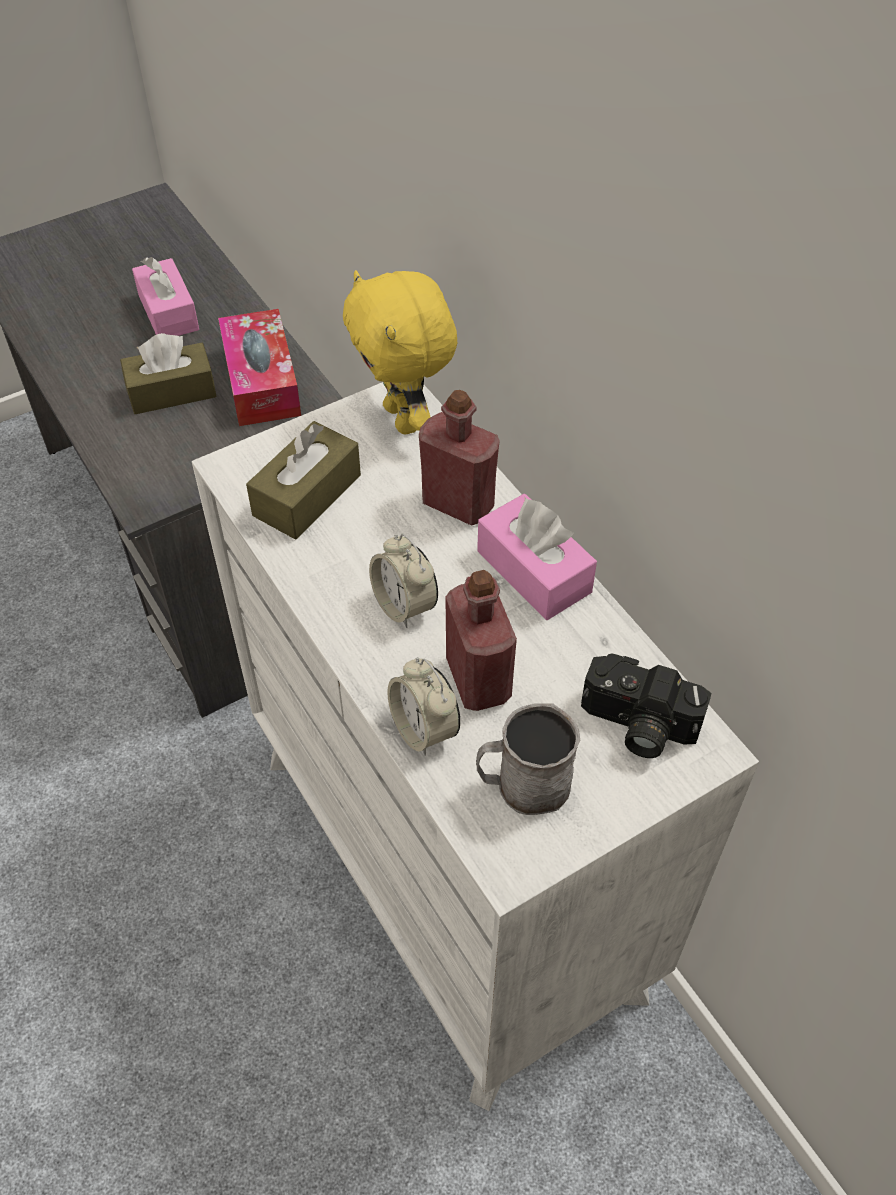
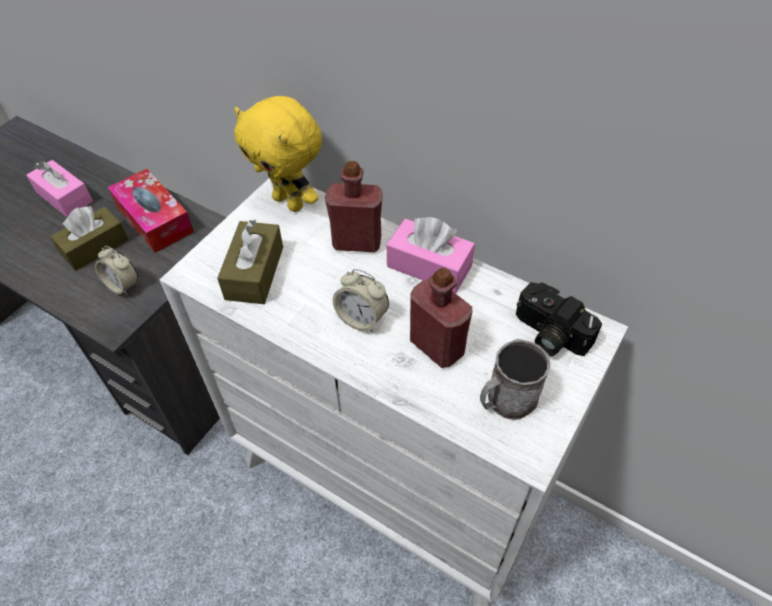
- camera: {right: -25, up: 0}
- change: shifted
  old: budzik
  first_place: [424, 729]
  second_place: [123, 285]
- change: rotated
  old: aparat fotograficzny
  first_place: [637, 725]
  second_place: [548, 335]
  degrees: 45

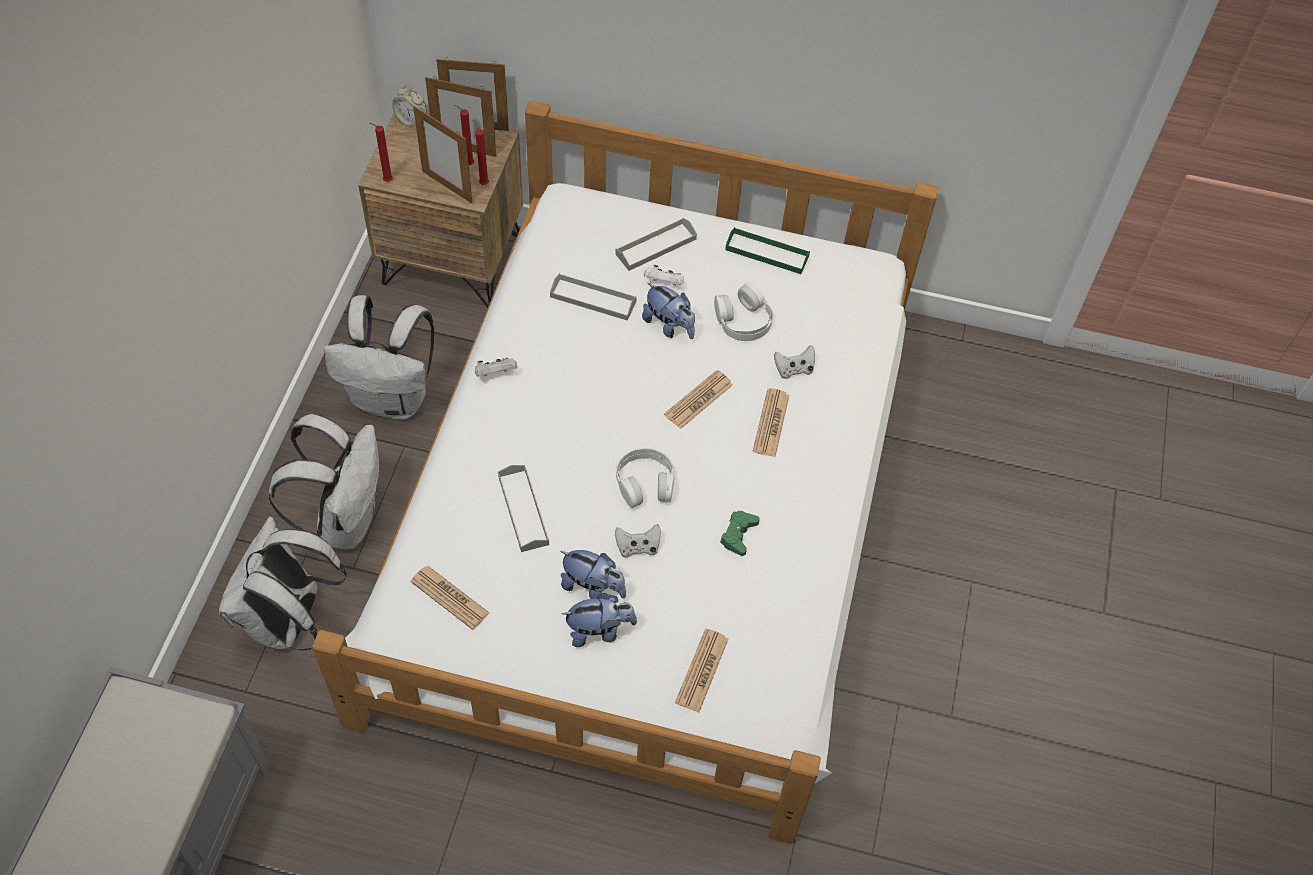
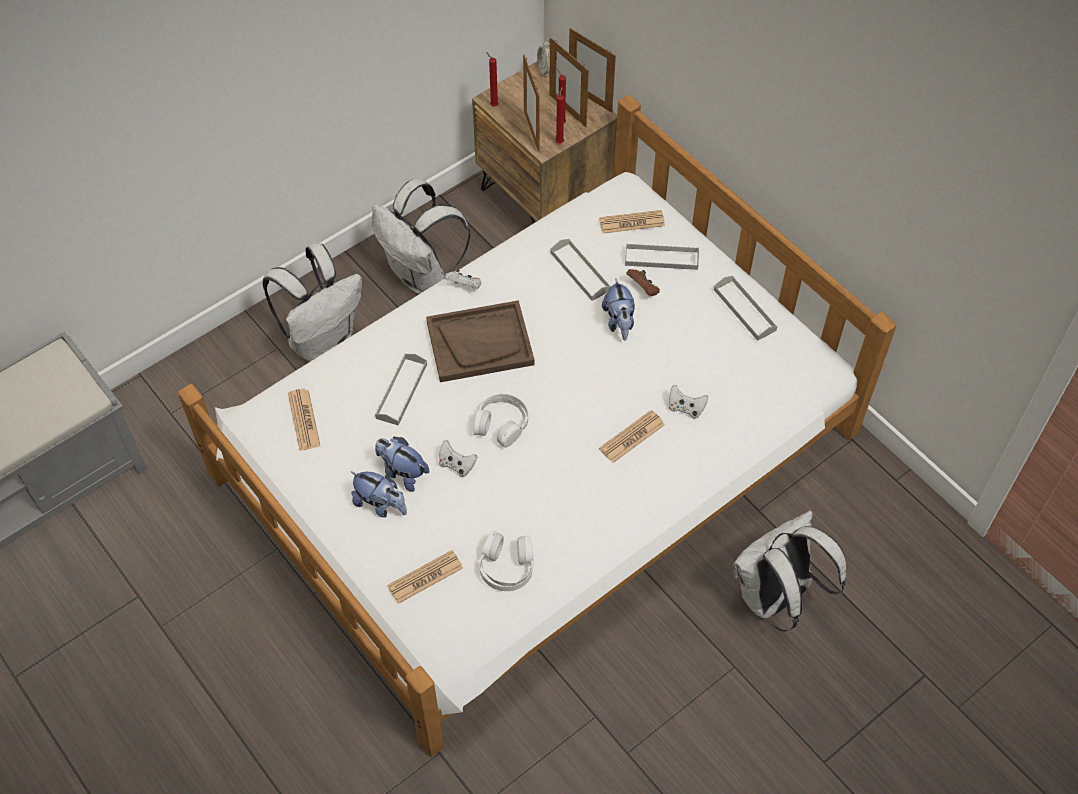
- camera: {right: 40, up: 0}
- change: gone
  old: pad do gier (zielony)
  first_place: [738, 535]
- change: new
  new: taca (brązowy)
  second_place: [480, 343]
- change: shifted
  old: plecak (biały)
  first_place: [290, 621]
  second_place: [775, 598]
- change: shifted
  old: gazeta
  first_place: [698, 400]
  second_place: [632, 222]
- change: shifted
  old: słuchawki (biały)
  first_place: [743, 320]
  second_place: [507, 566]
- change: repainted
  old: pad do gier (biały)
  new: pad do gier (brązowy)
  first_place: [664, 283]
  second_place: [643, 289]
- change: repainted
  old: taca (zielony)
  new: taca (szary)
  first_place: [767, 253]
  second_place: [744, 310]
- change: rotated
  old: pluszak
  first_place: [593, 587]
  second_place: [402, 472]
  degrees: 150

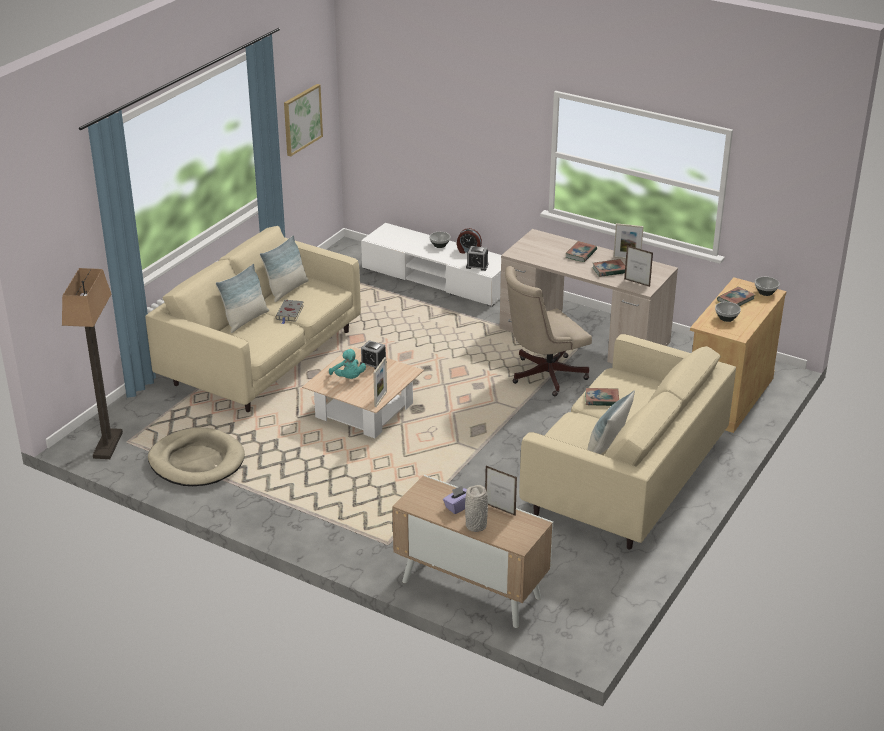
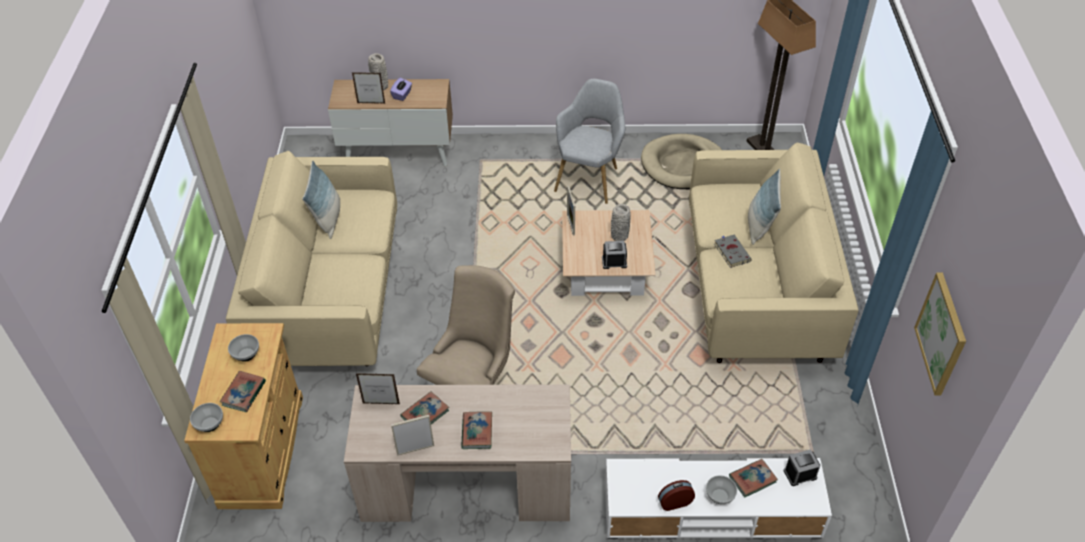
- camera: {right: 150, up: 15}
- change: gone
  old: poduszka
  first_place: [287, 290]
- change: new
  new: fotel (szary)
  second_place: [590, 177]
- change: shifted
  old: budzik
  first_place: [477, 266]
  second_place: [800, 474]
- change: shifted
  old: książka
  first_place: [601, 399]
  second_place: [752, 479]
- change: swapped
  old: pluszak (turkusowy)
  new: wazon (szary)
  first_place: [348, 378]
  second_place: [619, 235]

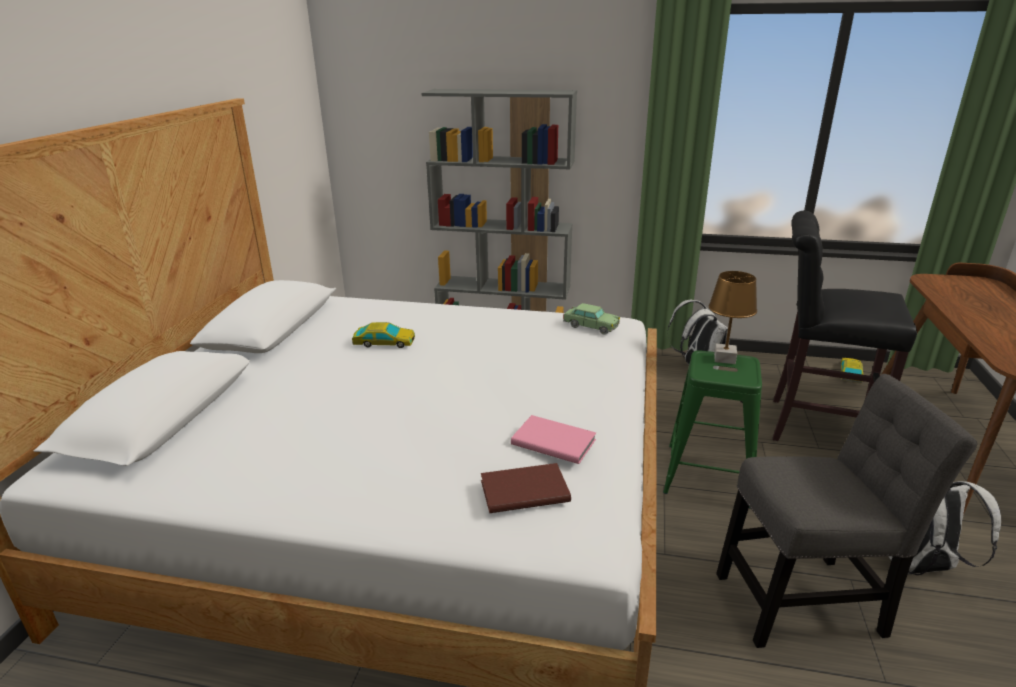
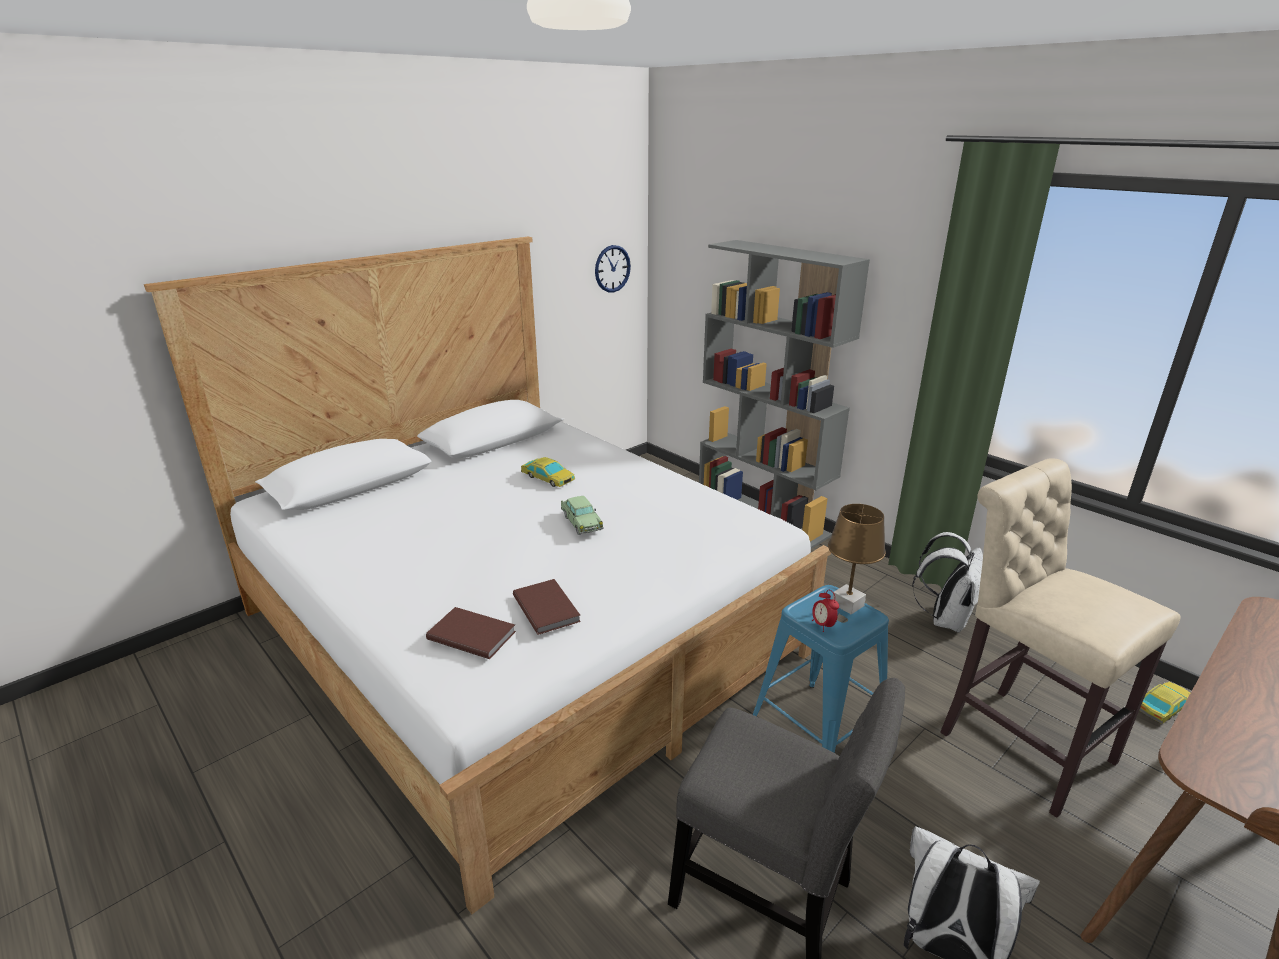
- camera: {right: 35, up: 0}
- change: new
  new: zegar ścienny
  second_place: [612, 268]
- change: new
  new: budzik
  second_place: [823, 625]
- change: shifted
  old: samochodzik
  first_place: [591, 326]
  second_place: [581, 522]
- change: repainted
  old: książka (różowy)
  new: książka (brązowy)
  first_place: [553, 441]
  second_place: [547, 608]
- change: repainted
  old: stołek (zielony)
  new: stołek (niebieski)
  first_place: [707, 475]
  second_place: [816, 731]
- change: repainted
  old: stołek (czarny)
  new: stołek (beżowy)
  first_place: [813, 426]
  second_place: [1018, 742]

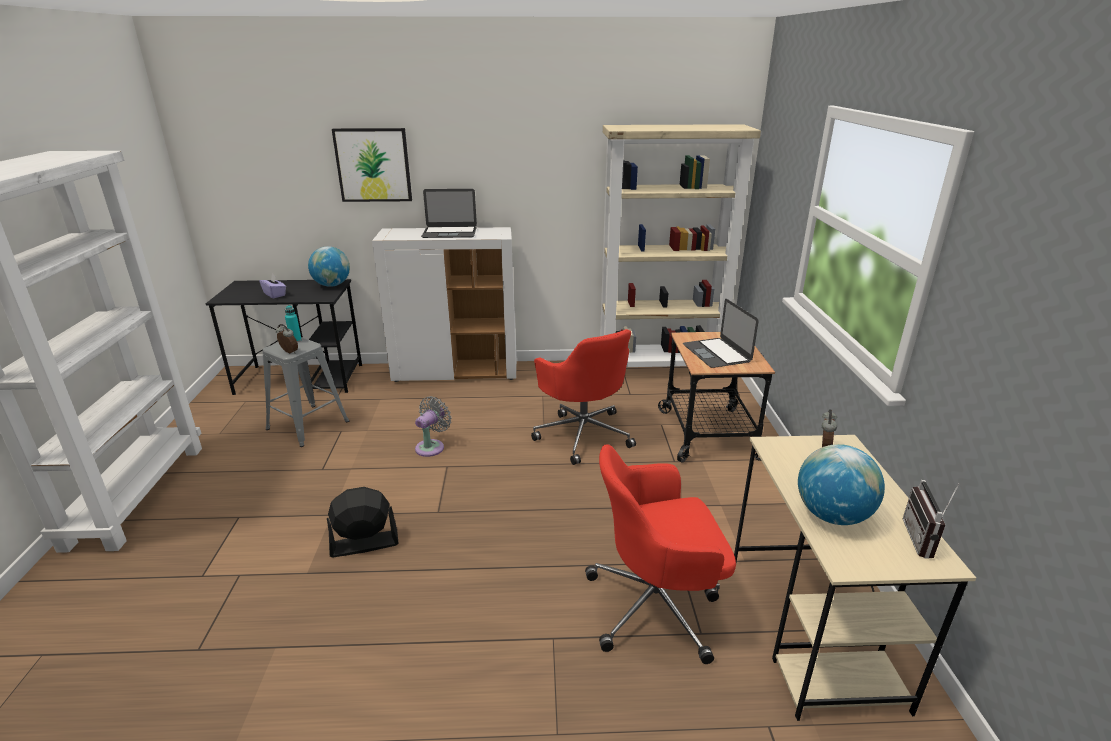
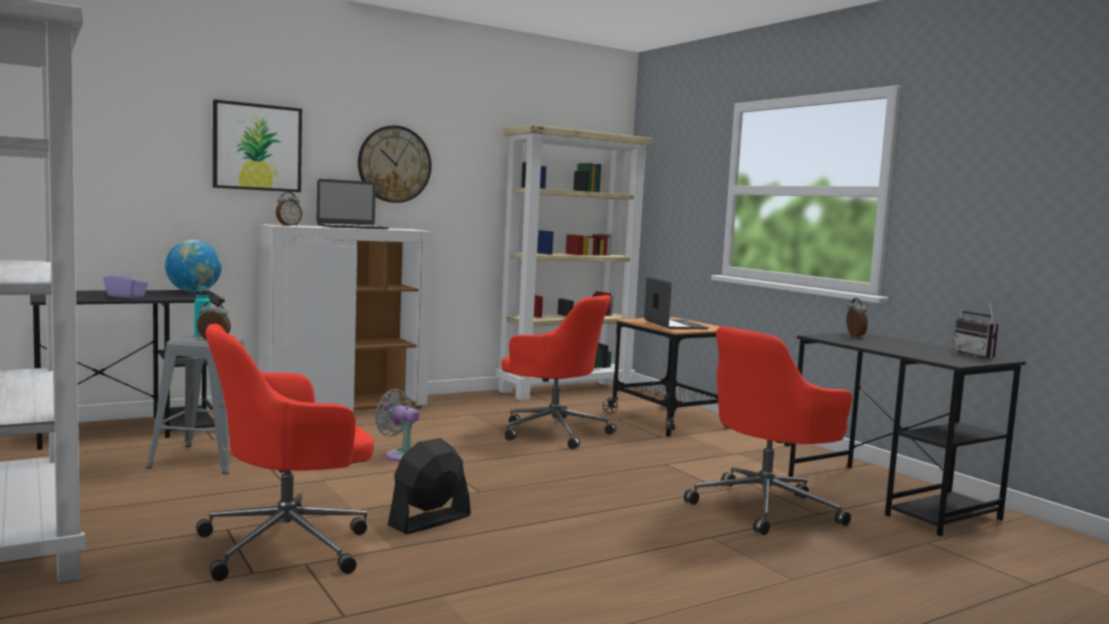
- camera: {right: -30, up: -20}
- change: gone
  old: globus
  first_place: [832, 515]
- change: new
  new: krzesło biurowe (czerwony)
  second_place: [289, 545]
- change: new
  new: budzik
  second_place: [288, 225]
- change: new
  new: zegar ścienny
  second_place: [394, 164]
- change: repainted
  old: biurko (beżowy)
  new: biurko (czarny)
  first_place: [812, 629]
  second_place: [891, 498]
- change: rotated
  old: wentylator (szary)
  first_place: [432, 446]
  second_place: [400, 455]
  degrees: -60
- change: rotated
  old: laptop
  first_place: [716, 353]
  second_place: [675, 325]
  degrees: -150

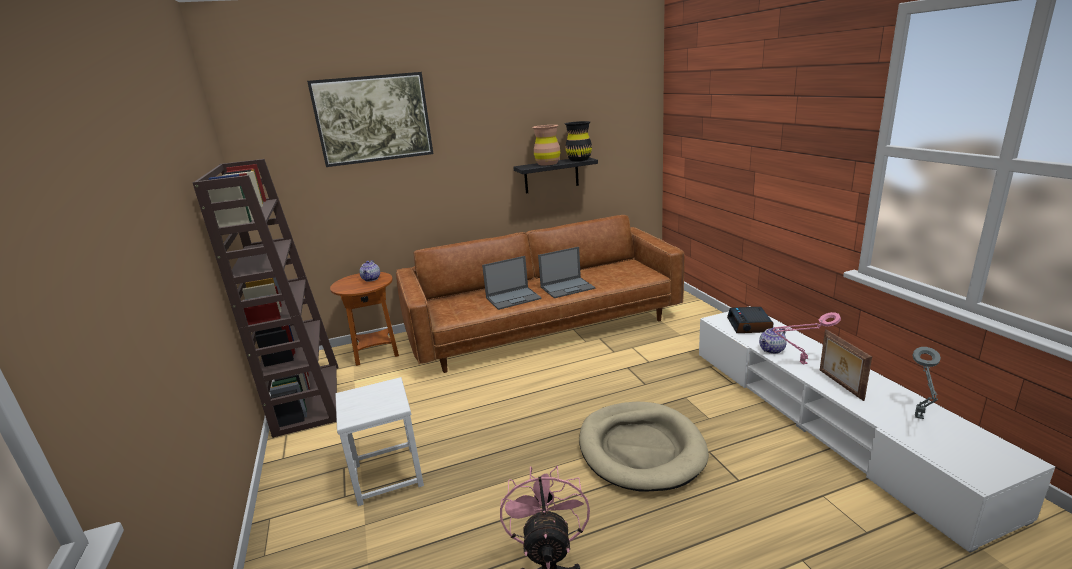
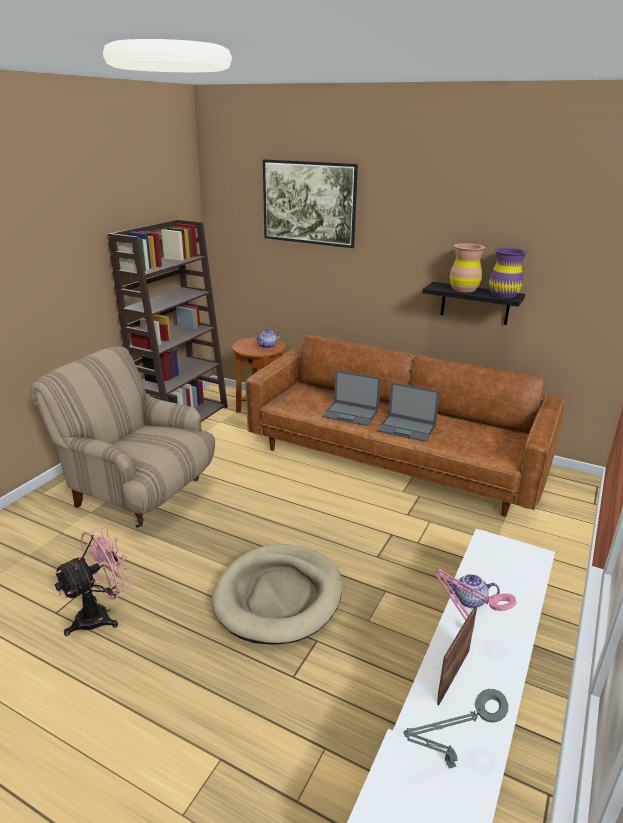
- camera: {right: 45, up: 5}
- change: gone
  old: budzik
  first_place: [749, 325]
- change: swapped
  old: stołek (biały)
  new: fotel (beżowy)
  first_place: [387, 475]
  second_place: [139, 493]
- change: repainted
  old: wazon (czarny)
  new: wazon (fioletowy)
  first_place: [579, 159]
  second_place: [503, 295]

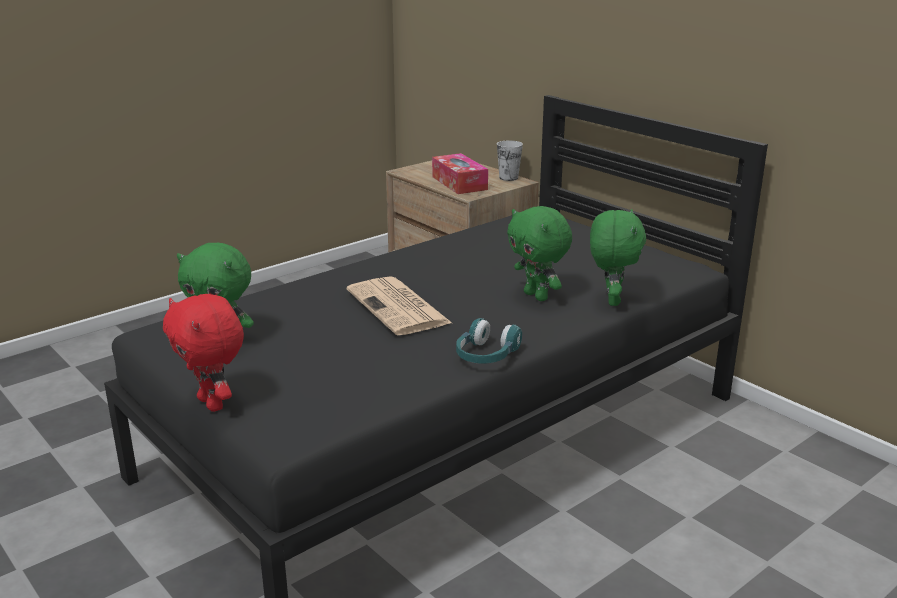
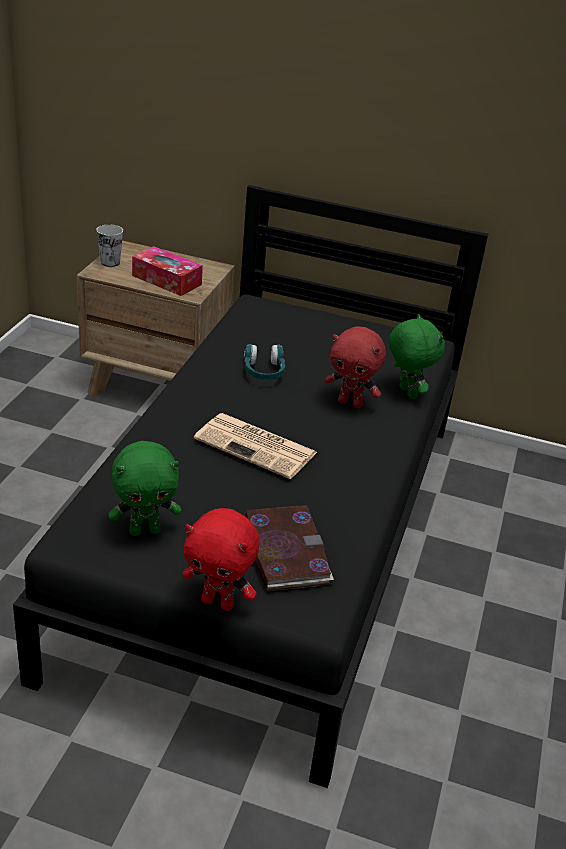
- camera: {right: -35, up: 10}
- change: new
  new: książka
  second_place: [285, 551]
- change: shifted
  old: słuchawki (turkusowy)
  first_place: [486, 356]
  second_place: [263, 372]
- change: shifted
  old: filiżanka
  first_place: [508, 178]
  second_place: [110, 262]
- change: repainted
  old: pluszak (zielony)
  new: pluszak (czerwony)
  first_place: [537, 296]
  second_place: [351, 403]

